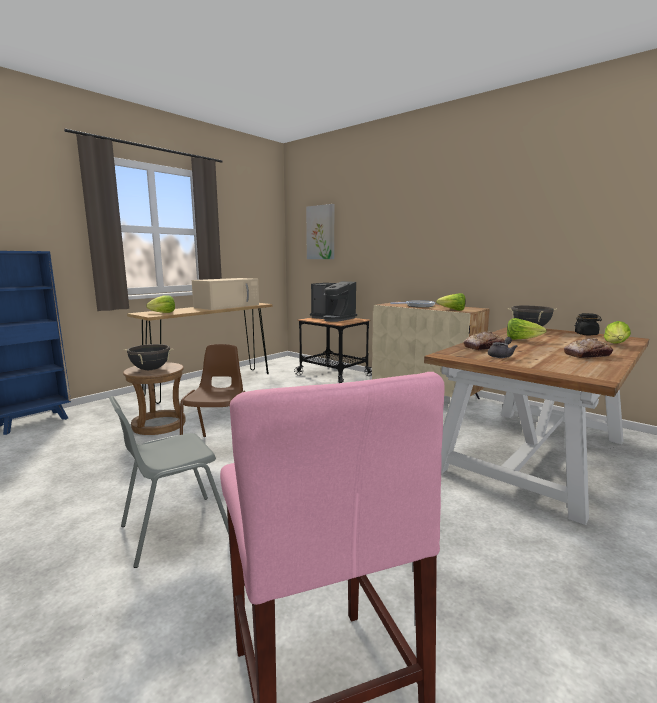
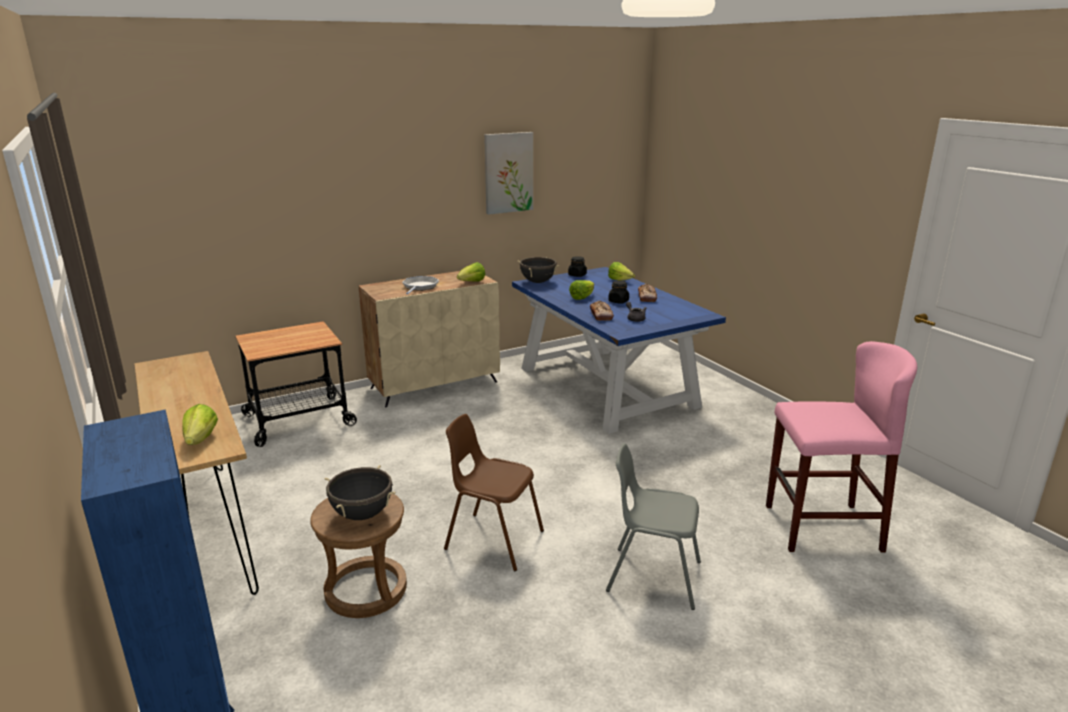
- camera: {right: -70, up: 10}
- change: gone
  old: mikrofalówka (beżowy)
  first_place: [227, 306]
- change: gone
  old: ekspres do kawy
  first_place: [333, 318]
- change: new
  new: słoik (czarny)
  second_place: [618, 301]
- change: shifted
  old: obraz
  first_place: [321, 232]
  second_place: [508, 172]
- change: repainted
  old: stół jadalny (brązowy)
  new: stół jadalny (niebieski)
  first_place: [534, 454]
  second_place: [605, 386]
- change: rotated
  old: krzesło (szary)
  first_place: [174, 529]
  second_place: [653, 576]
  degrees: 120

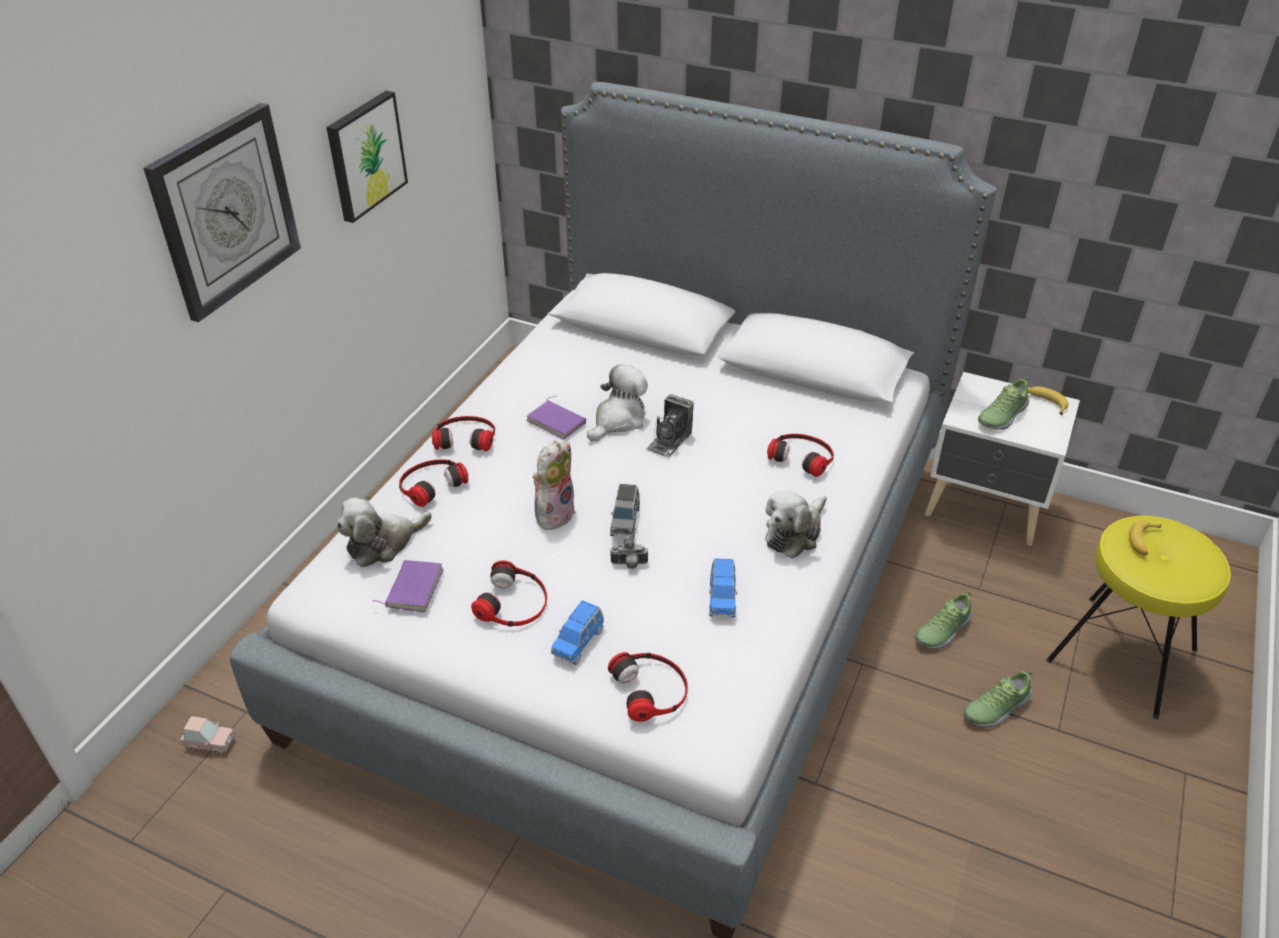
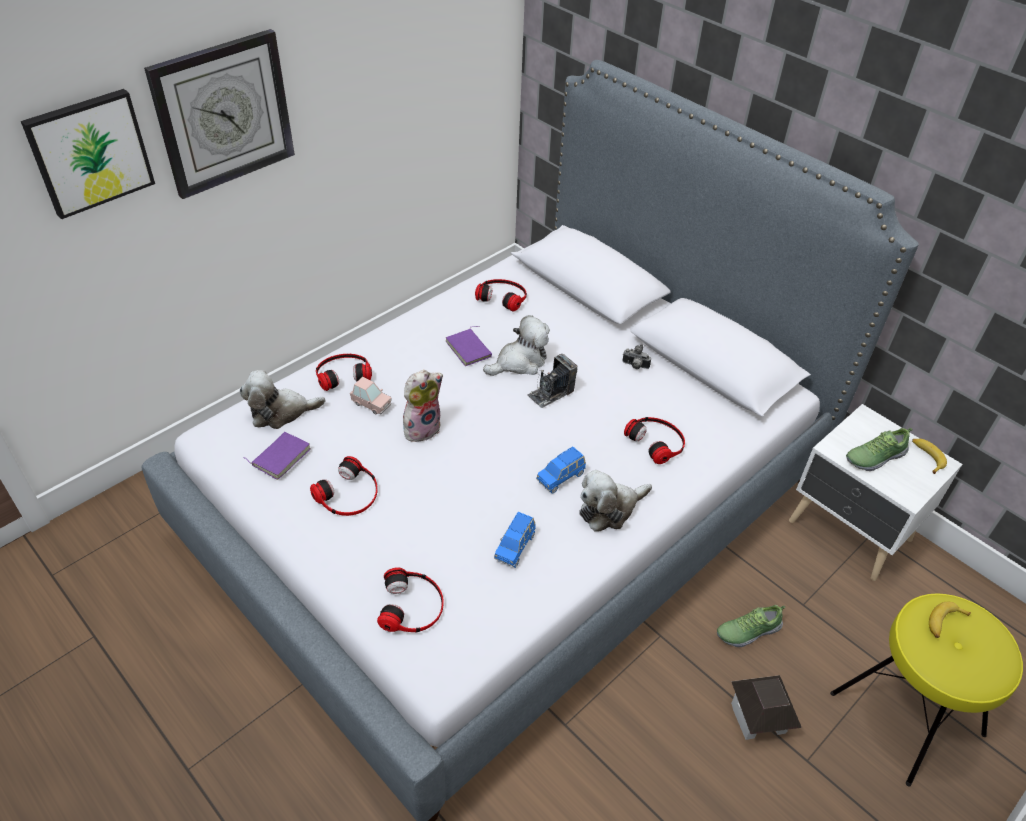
- camera: {right: 20, up: 5}
- change: gone
  old: samochodzik (szary)
  first_place: [625, 521]
- change: shifted
  old: samochodzik (różowy)
  first_place: [210, 743]
  second_place: [371, 404]
- change: shifted
  old: obraz
  first_place: [365, 155]
  second_place: [89, 152]
- change: shifted
  old: słuchawki
  first_place: [465, 437]
  second_place: [502, 296]
- change: shifted
  old: samochodzik (niebieski)
  first_place: [578, 642]
  second_place: [561, 477]
- change: shifted
  old: aparat fotograficzny
  first_place: [629, 564]
  second_place: [635, 366]
- change: swapped
  old: but
  new: domek
  first_place: [995, 708]
  second_place: [758, 718]

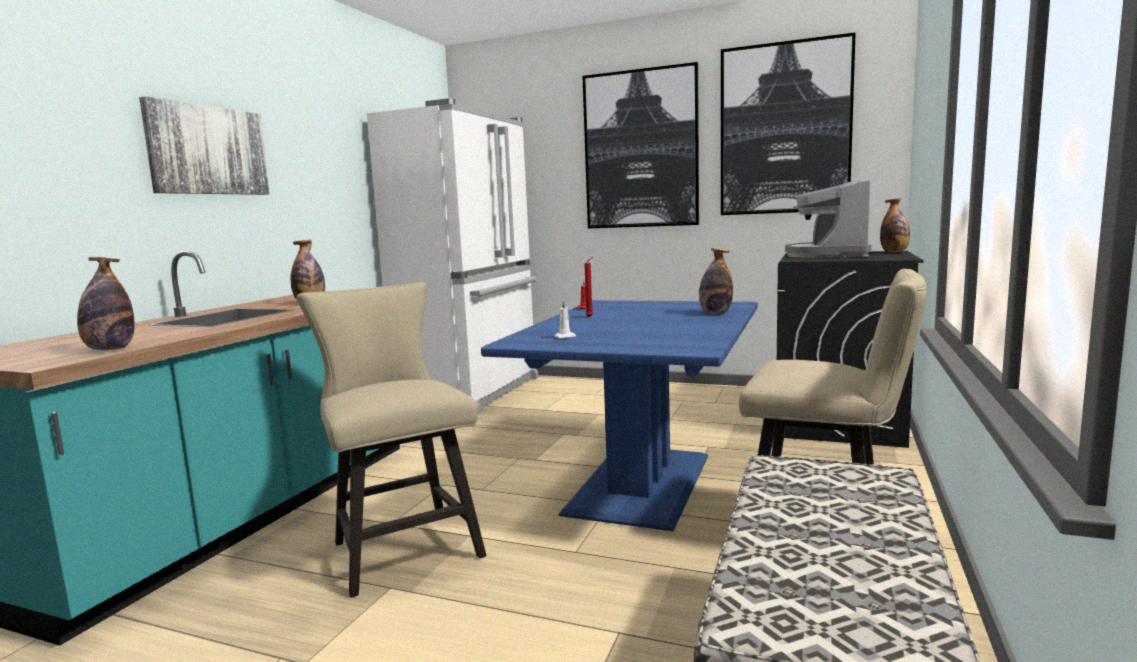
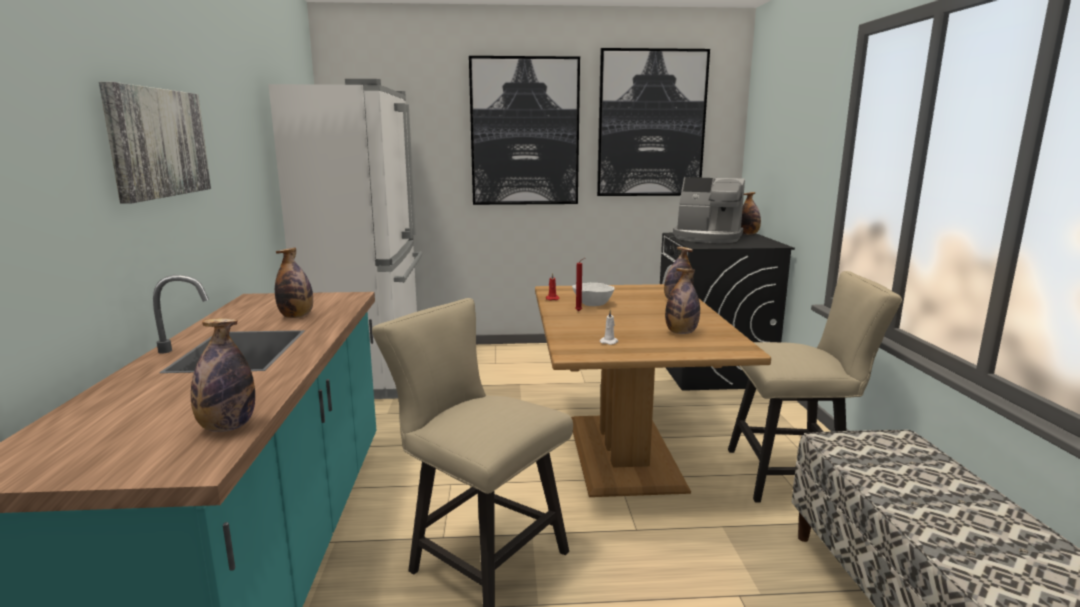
- camera: {right: -25, up: 5}
- change: new
  new: miska (biały)
  second_place: [593, 304]
- change: new
  new: butelka
  second_place: [681, 332]
- change: repainted
  old: stół jadalny (niebieski)
  new: stół jadalny (brązowy)
  first_place: [643, 483]
  second_place: [625, 451]
- change: rotated
  old: ekspres do kawy
  first_place: [828, 255]
  second_place: [707, 238]
  degrees: -60

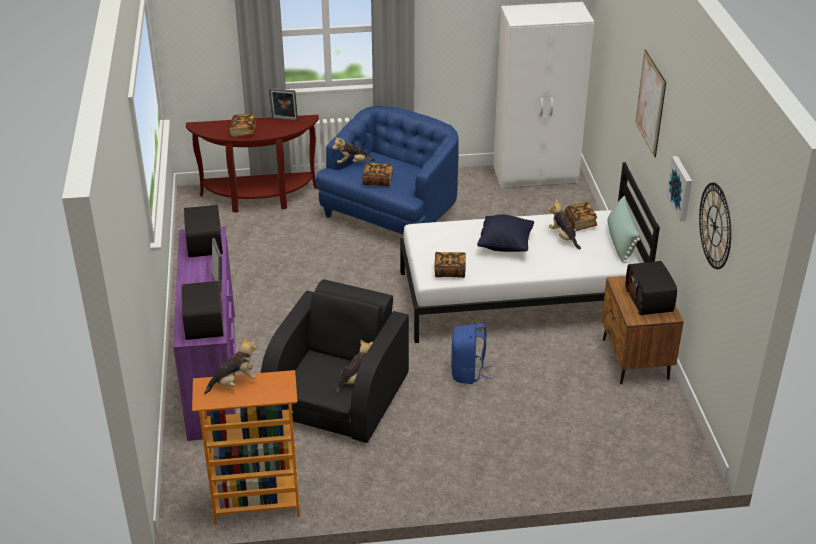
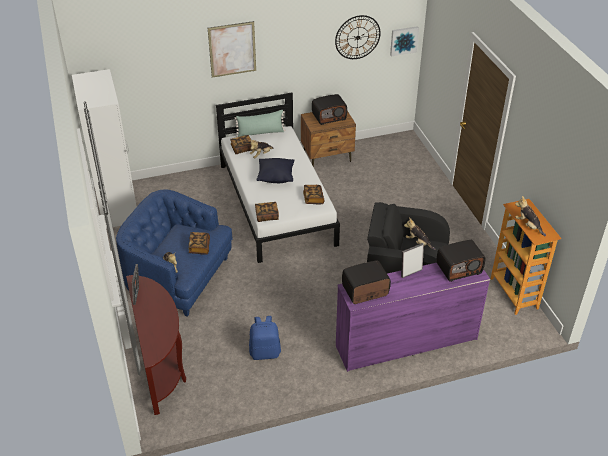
- camera: {right: -100, up: 5}
- change: shifted
  old: książka
  first_place: [243, 131]
  second_place: [267, 216]
- change: shifted
  old: plecak (niebieski)
  first_place: [468, 373]
  second_place: [265, 352]
- change: shifted
  old: obraz
  first_place: [681, 188]
  second_place: [403, 40]

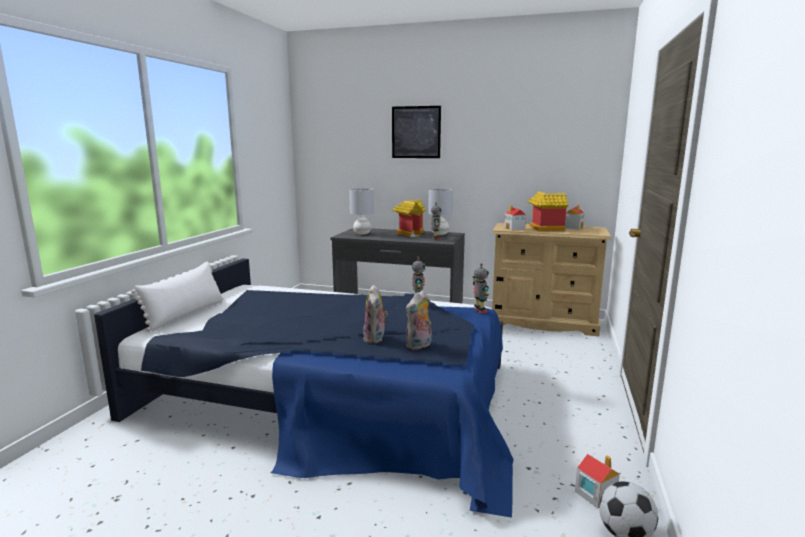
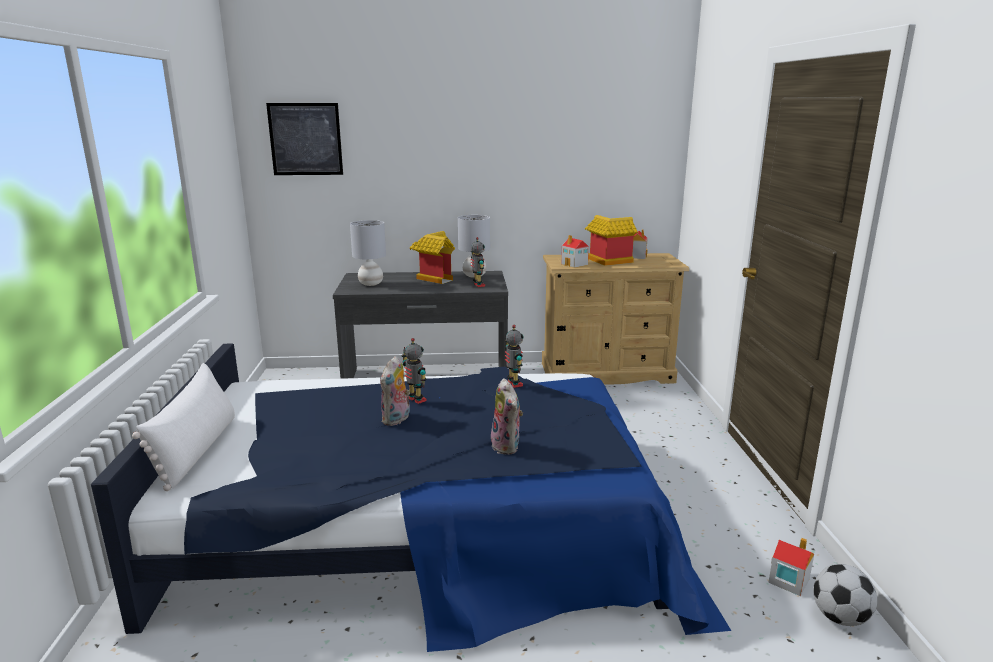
- camera: {right: -20, up: 5}
- change: shifted
  old: obraz
  first_place: [416, 132]
  second_place: [305, 139]
- change: shifted
  old: pluszak
  first_place: [419, 346]
  second_place: [397, 420]
- change: shifted
  old: robot zabawkowy
  first_place: [479, 311]
  second_place: [416, 400]

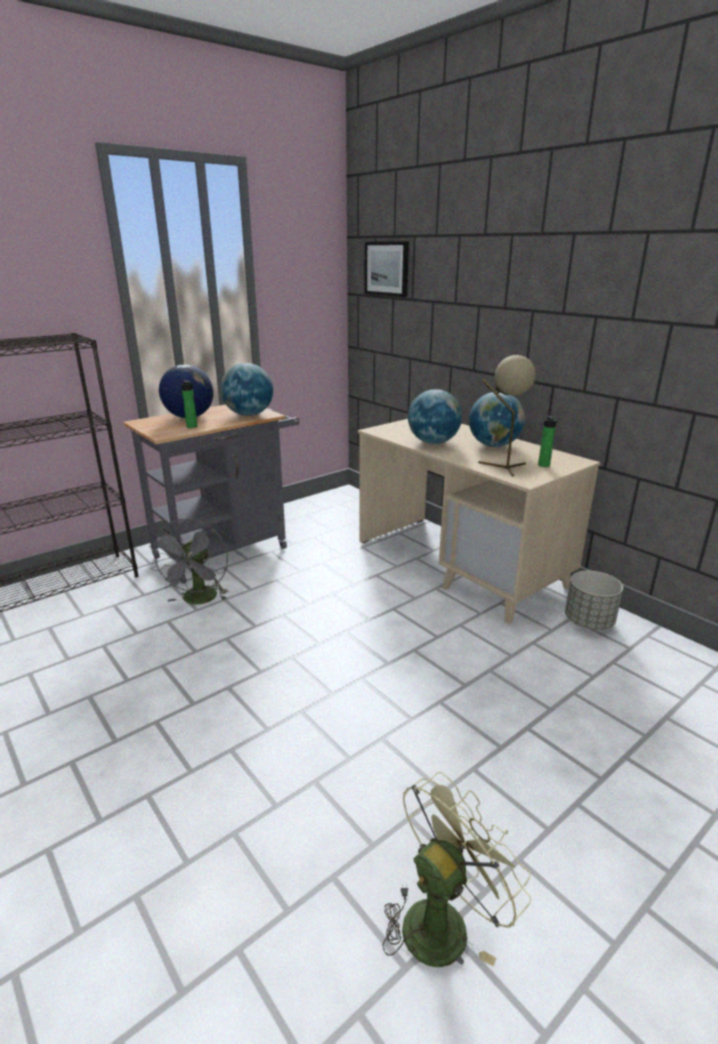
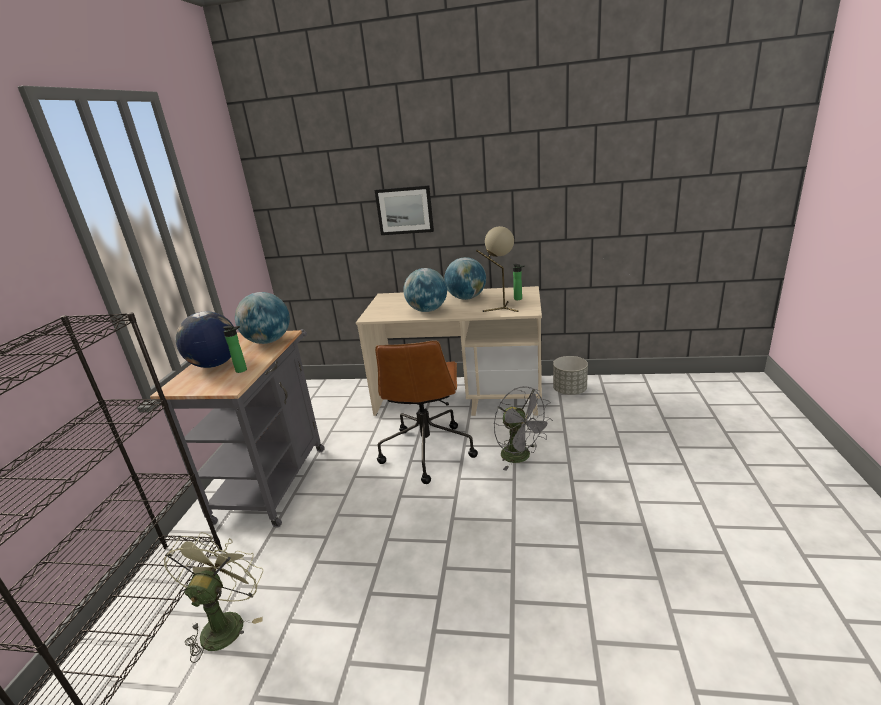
- camera: {right: -40, up: 0}
- change: new
  new: krzesło biurowe (brązowy)
  second_place: [427, 450]
- change: shifted
  old: wentylator (szary)
  first_place: [199, 600]
  second_place: [521, 457]
- change: shifted
  old: obraz
  first_place: [387, 268]
  second_place: [404, 210]
- change: shifted
  old: wentylator (zielony)
  first_place: [443, 919]
  second_place: [225, 622]

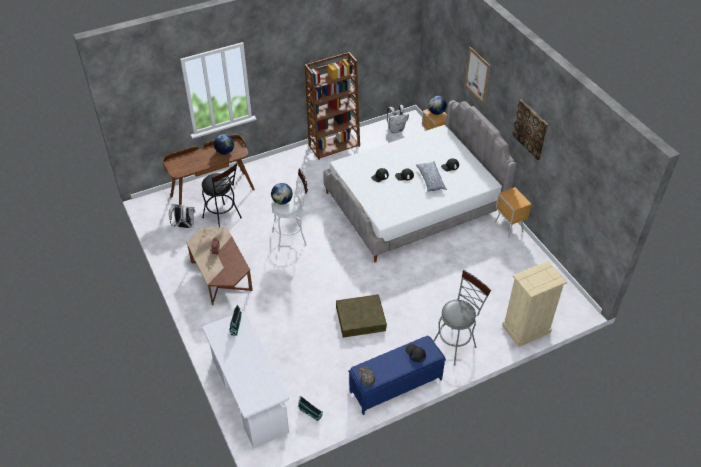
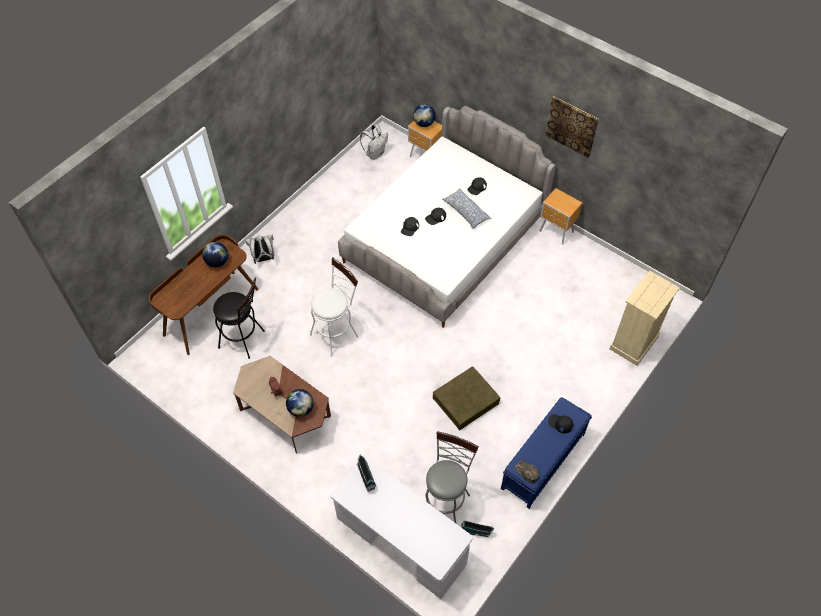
- camera: {right: -25, up: 10}
- change: gone
  old: regał (brązowy)
  first_place: [334, 145]
- change: gone
  old: obraz
  first_place: [477, 75]
- change: shifted
  old: plecak (biały)
  first_place: [184, 226]
  second_place: [264, 258]
- change: shifted
  old: globus
  first_place: [282, 201]
  second_place: [301, 409]
- change: shifted
  old: stołek (szary)
  first_place: [456, 344]
  second_place: [446, 500]

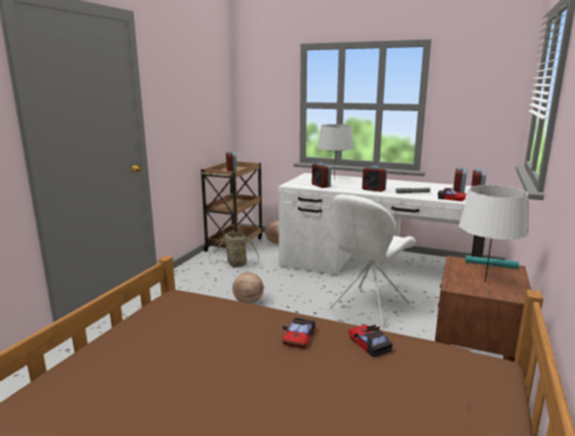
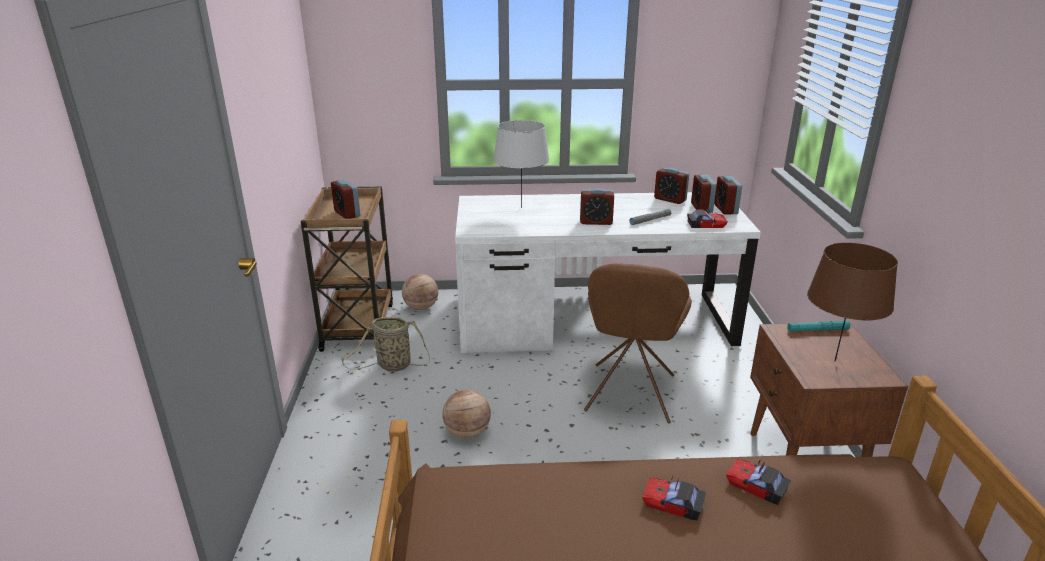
- camera: {right: -25, up: 10}
- change: shifted
  old: budzik
  first_place: [321, 185]
  second_place: [670, 199]
- change: repainted
  old: krzesło (biały)
  new: krzesło (brązowy)
  first_place: [368, 307]
  second_place: [629, 395]
- change: repainted
  old: lampa stołowa (biały)
  new: lampa stołowa (brązowy)
  first_place: [485, 281]
  second_place: [835, 361]
- change: rotated
  old: samochodzik
  first_place: [299, 337]
  second_place: [673, 503]
  degrees: 120

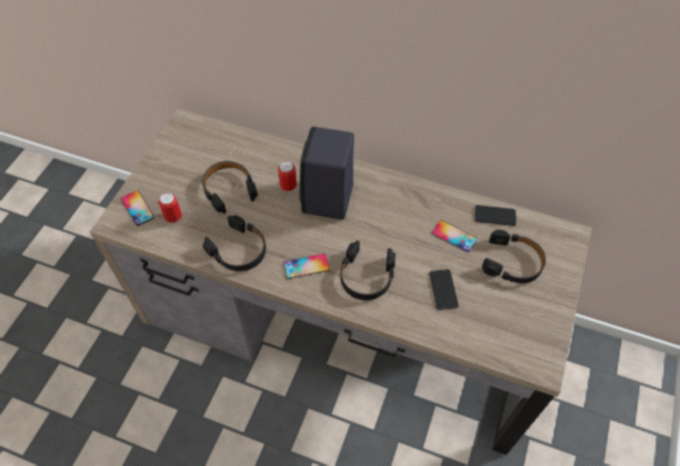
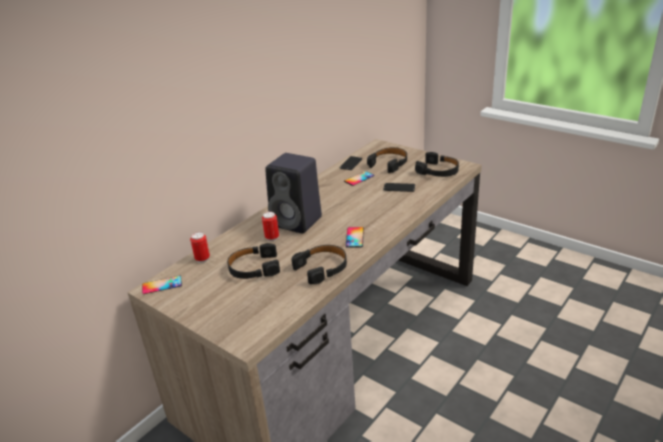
- camera: {right: -70, up: -25}
- change: shifted
  old: telefon
  first_place: [137, 208]
  second_place: [162, 285]
- change: shifted
  old: puszka
  first_place: [173, 217]
  second_place: [202, 259]
- change: shifted
  old: słuchawki (czarny)
  first_place: [366, 276]
  second_place: [438, 171]

